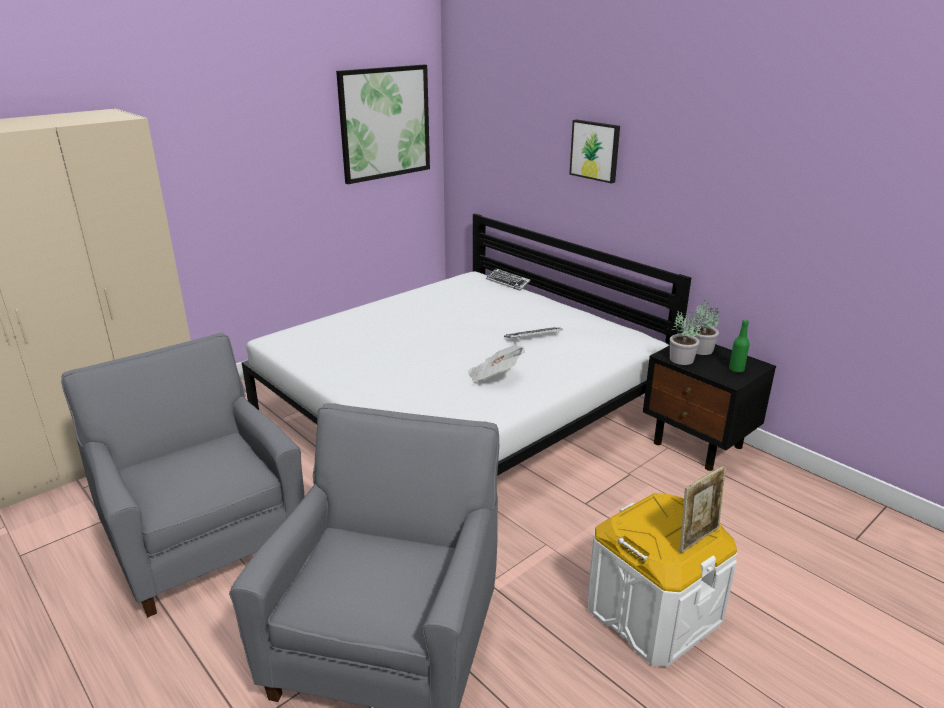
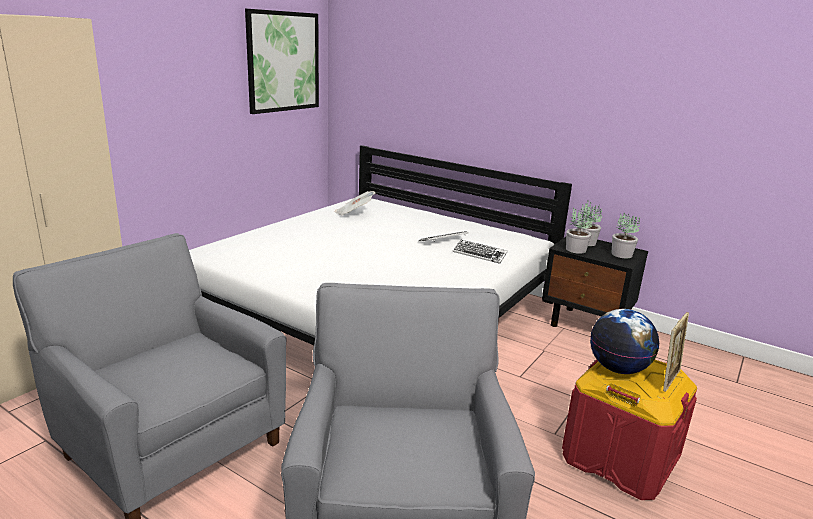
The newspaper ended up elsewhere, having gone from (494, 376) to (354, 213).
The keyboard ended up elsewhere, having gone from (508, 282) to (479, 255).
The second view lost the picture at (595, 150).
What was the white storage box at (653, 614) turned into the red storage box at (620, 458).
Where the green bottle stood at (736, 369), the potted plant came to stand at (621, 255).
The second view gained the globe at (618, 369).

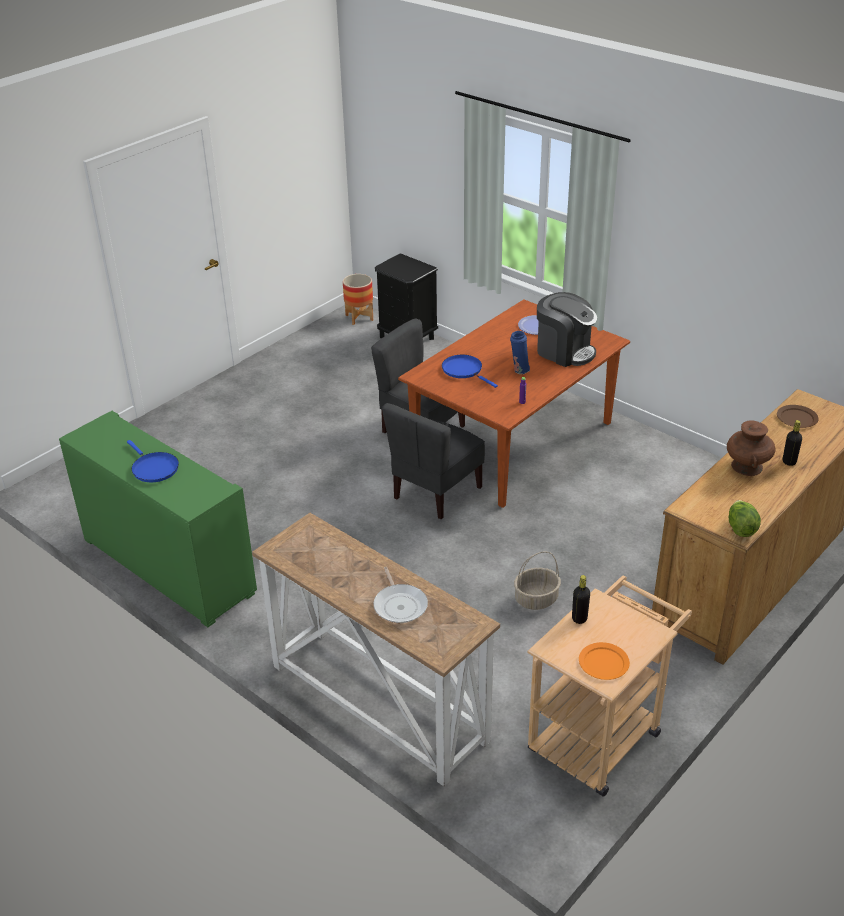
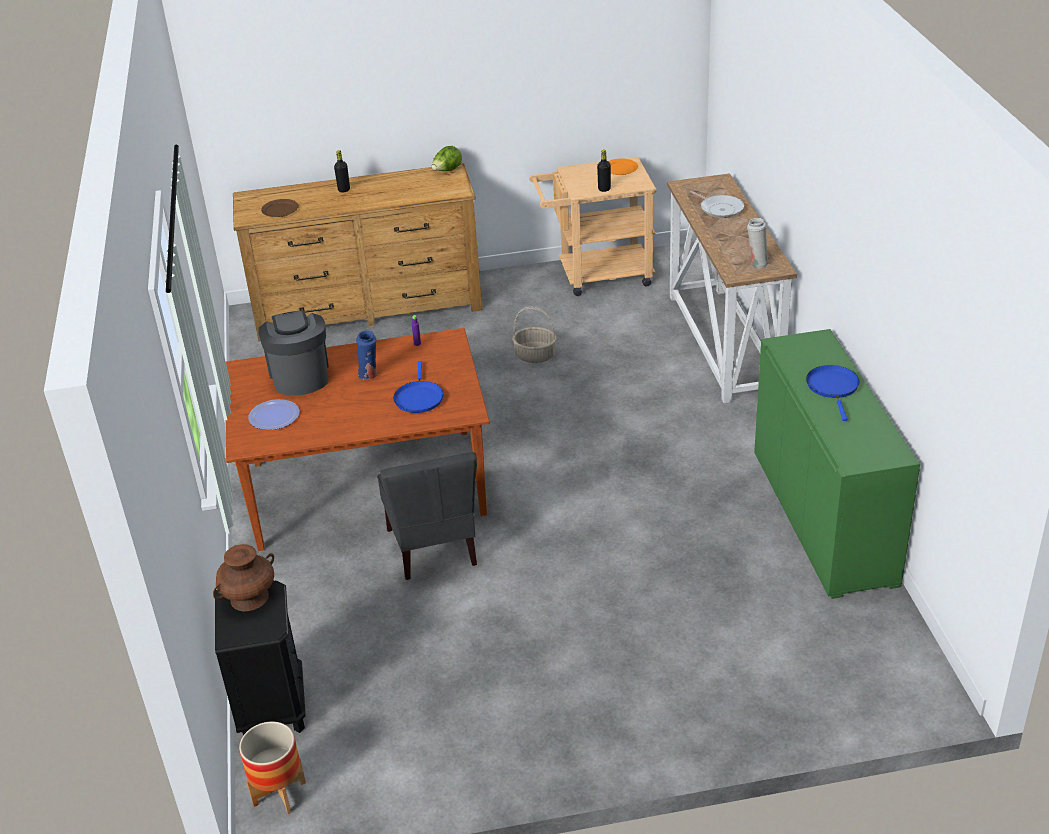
The frying pan at (400, 605) ended up facing another way, 120 degrees clockwise from before.
The second view lost the grey chair at (436, 493).
The brown vase ended up elsewhere, having gone from (747, 466) to (249, 598).
The second view gained the white vase at (757, 263).

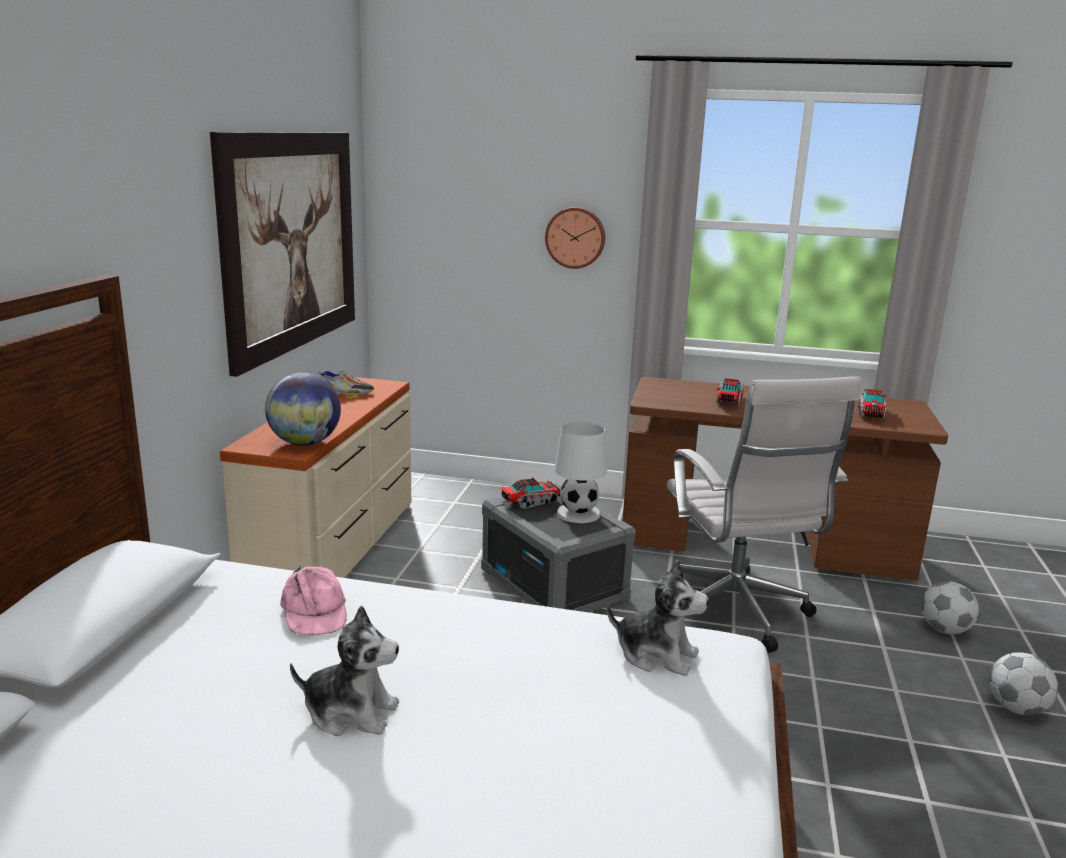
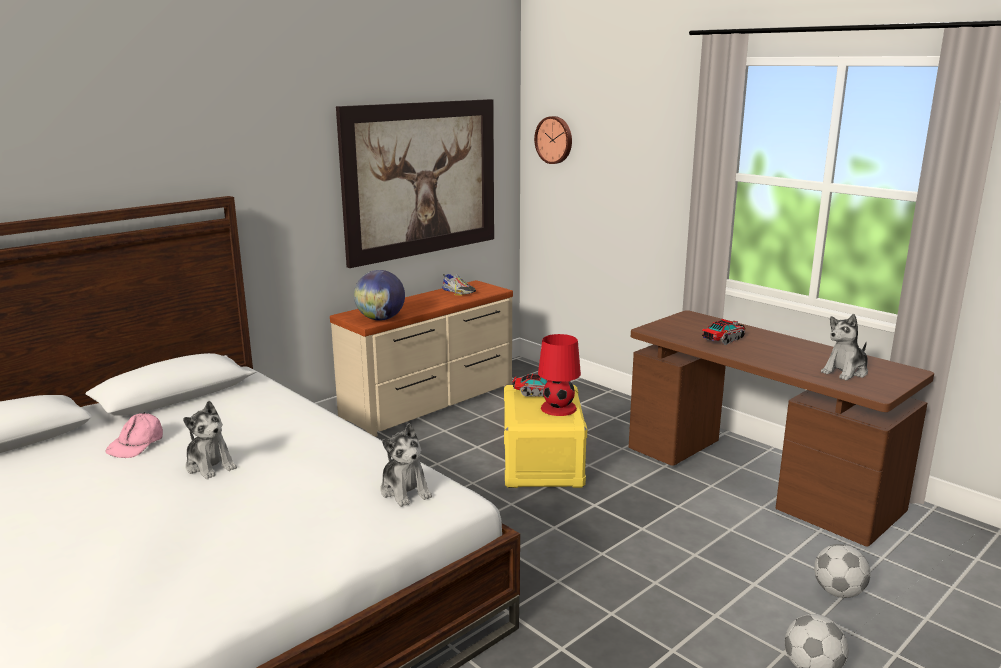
The pink cap ended up elsewhere, having gone from (314, 612) to (137, 443).
What was the grey storage box at (554, 585) turned into the yellow storage box at (543, 463).
The wall clock ended up elsewhere, having gone from (575, 237) to (554, 140).
What was the white table lamp at (578, 514) turned into the red table lamp at (558, 408).
The second view lost the white office chair at (736, 615).
Where the toy truck stood at (870, 413), the plush toy came to stand at (845, 372).

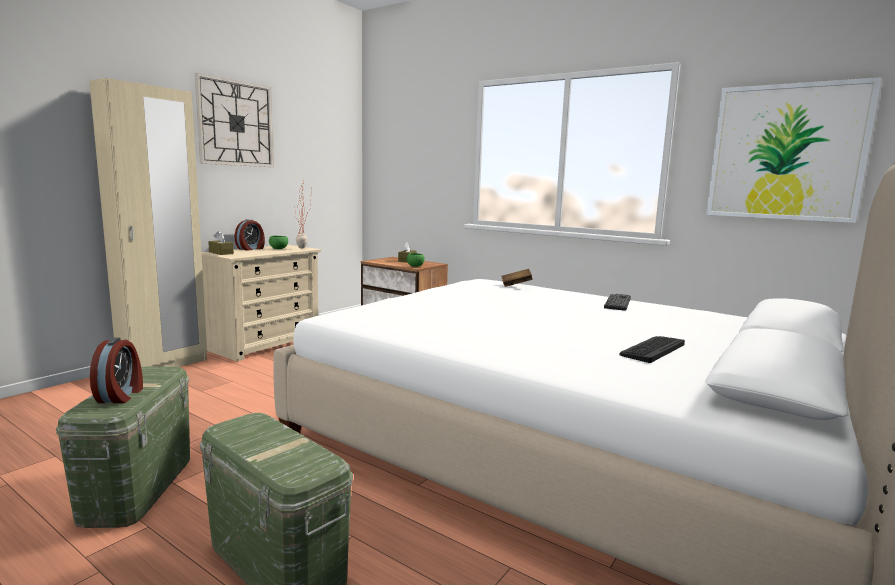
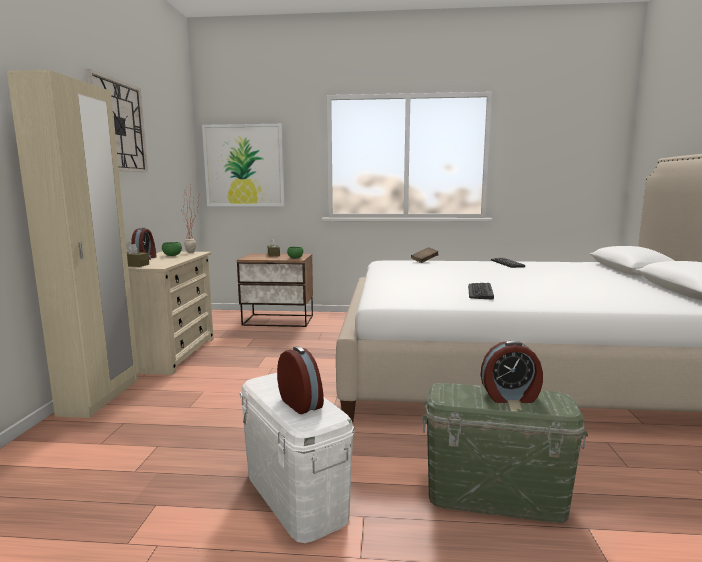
What was the green storage box at (138, 487) turned into the white storage box at (294, 495).
The keyboard ended up elsewhere, having gone from (652, 349) to (480, 291).
The picture ended up elsewhere, having gone from (786, 152) to (244, 166).
The second view gained the alarm clock at (510, 397).

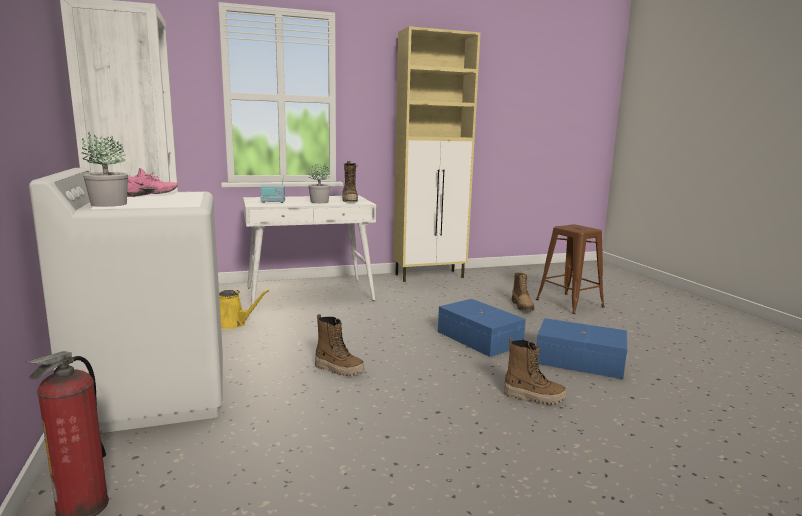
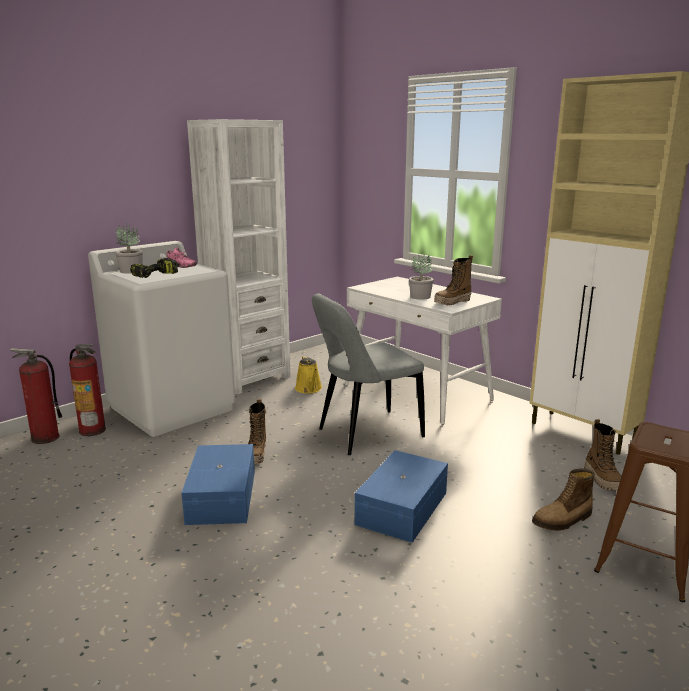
The second view lost the radio at (273, 202).
The boot ended up elsewhere, having gone from (533, 397) to (602, 479).
The blue storage box ended up elsewhere, having gone from (578, 360) to (223, 496).
The second view gained the fire extinguisher at (93, 430).
The second view gained the power drill at (155, 276).
The second view gained the grey chair at (366, 434).

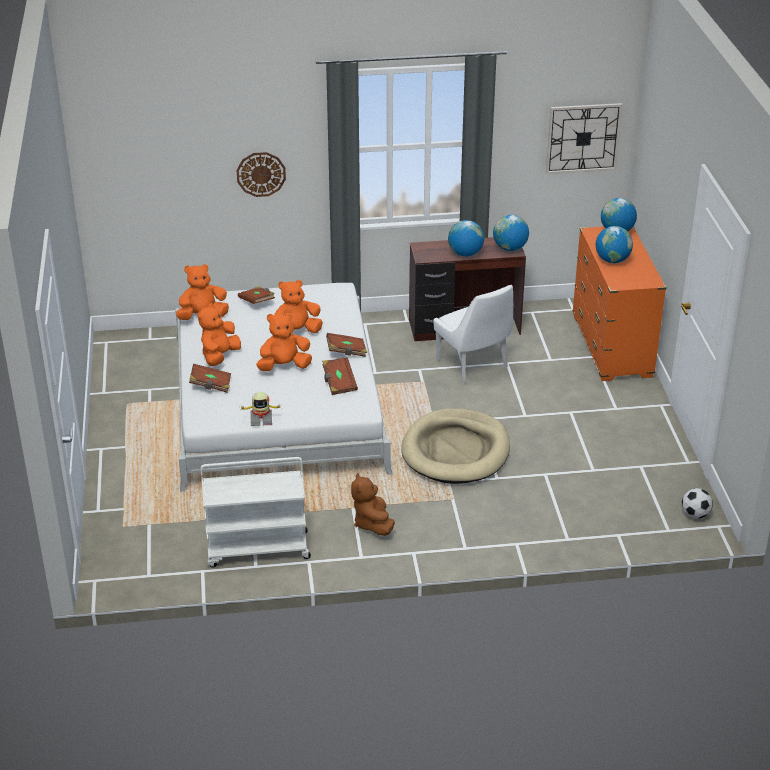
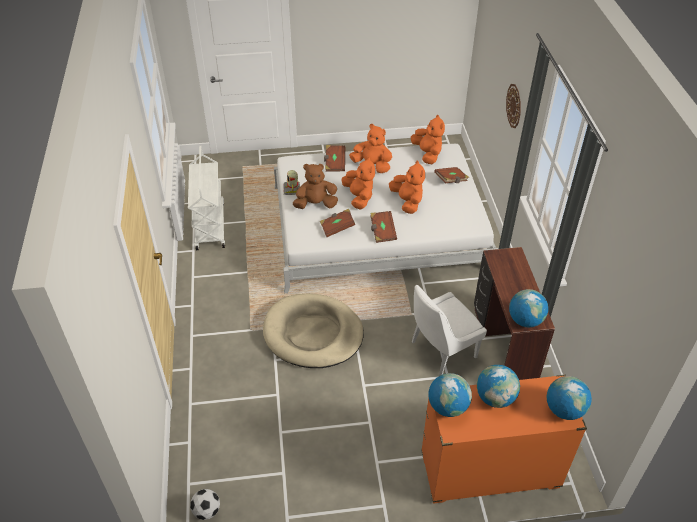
The brown plush toy ended up elsewhere, having gone from (372, 523) to (316, 204).
The globe ended up elsewhere, having gone from (465, 253) to (448, 407).
The second view lost the wall clock at (583, 138).

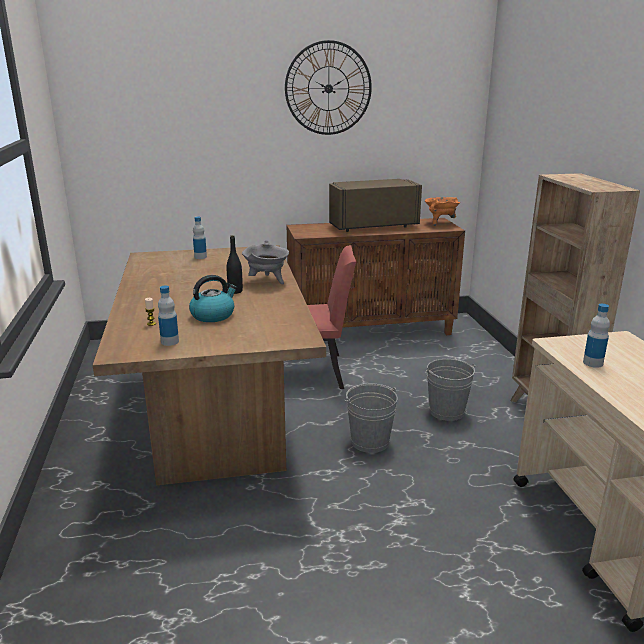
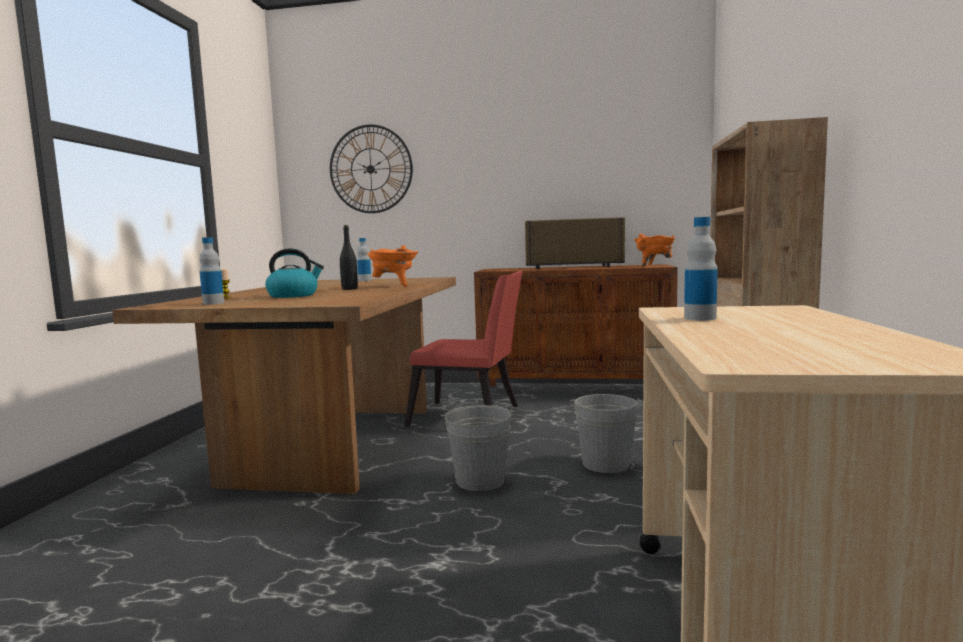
What was the grey cooking pot at (267, 281) turned into the orange cooking pot at (394, 286).
The wall clock ended up elsewhere, having gone from (328, 88) to (370, 169).

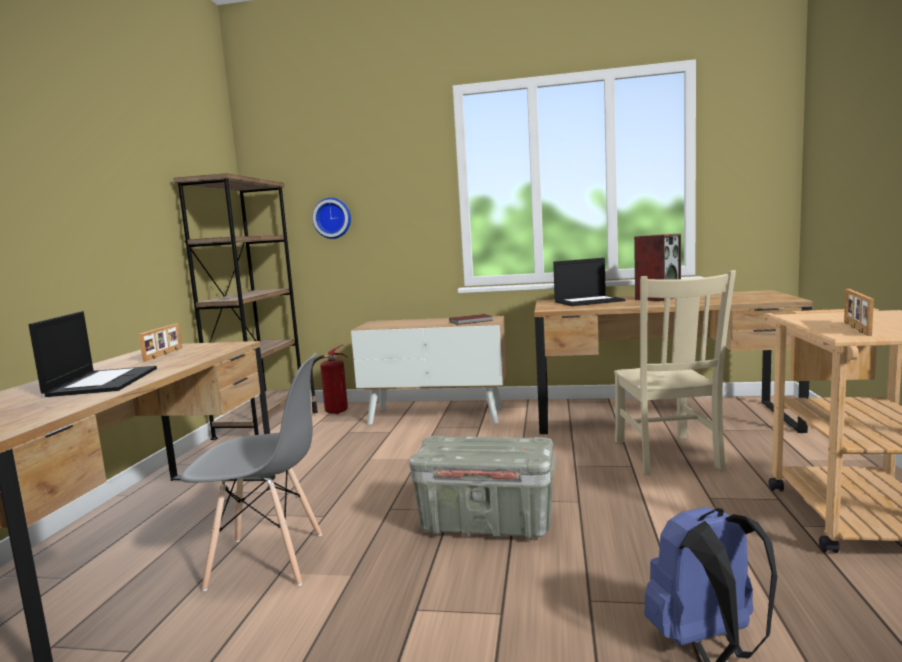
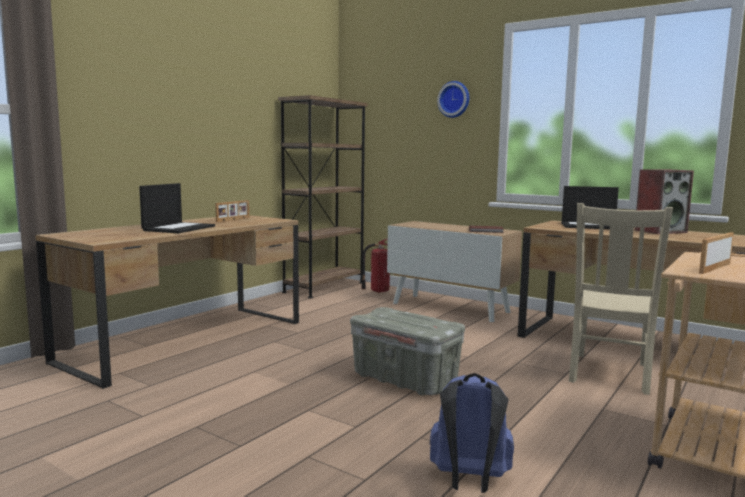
The second view lost the grey chair at (268, 561).
The wall clock ended up elsewhere, having gone from (332, 218) to (454, 99).

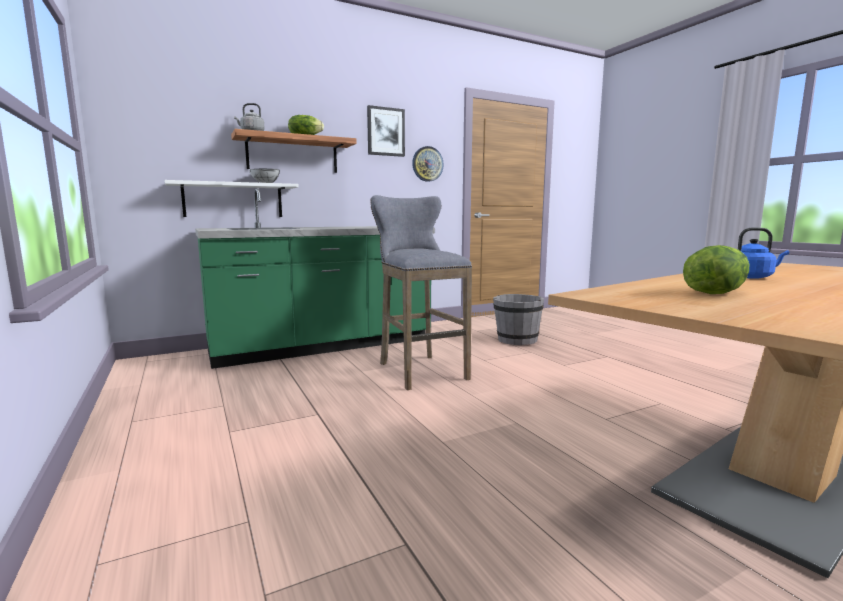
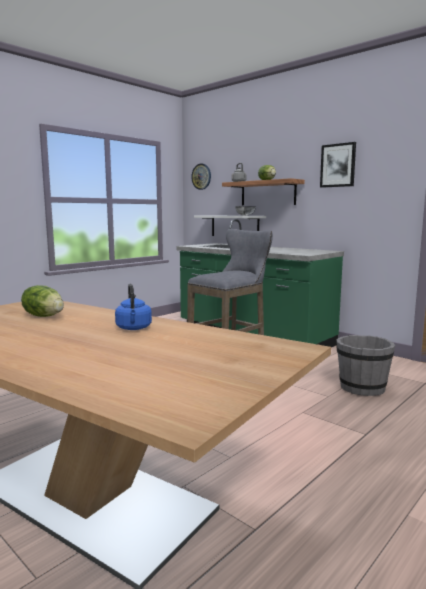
The wall clock ended up elsewhere, having gone from (427, 164) to (201, 176).

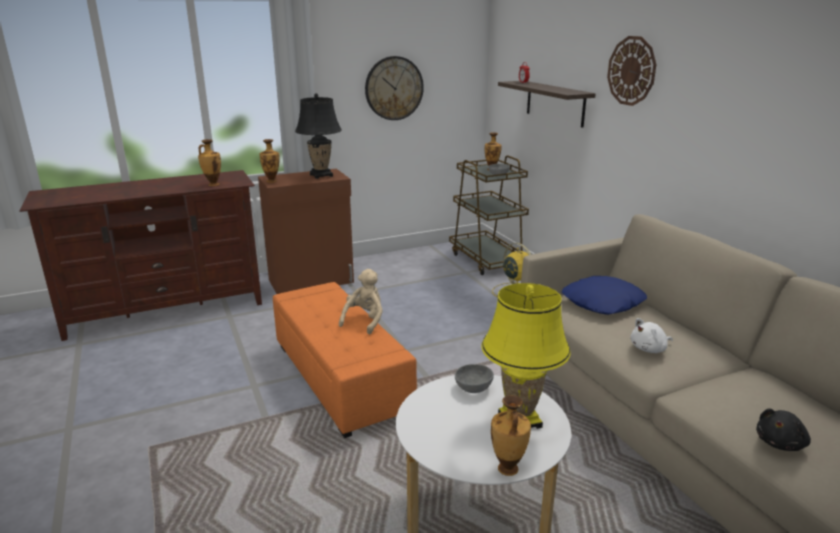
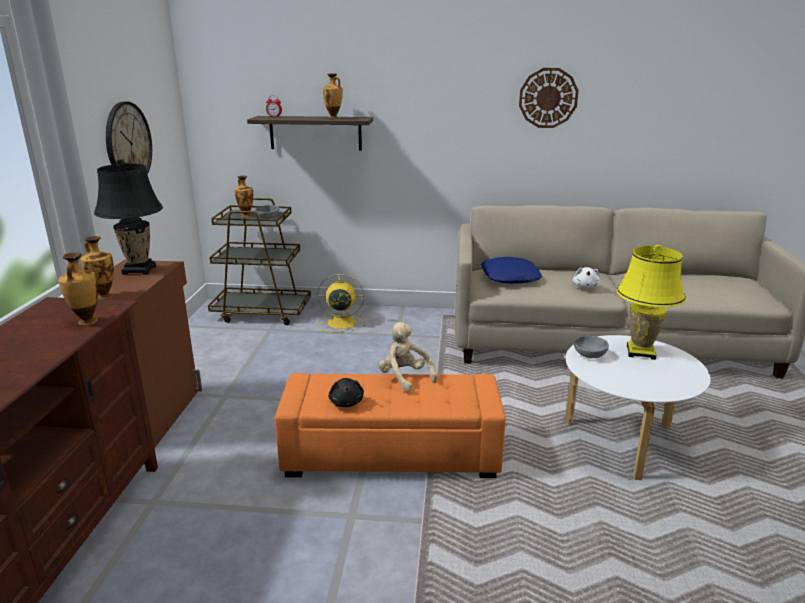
The vase ended up elsewhere, having gone from (507, 470) to (333, 118).
The wall clock ended up elsewhere, having gone from (631, 71) to (548, 98).
The black plush toy ended up elsewhere, having gone from (780, 443) to (346, 402).

